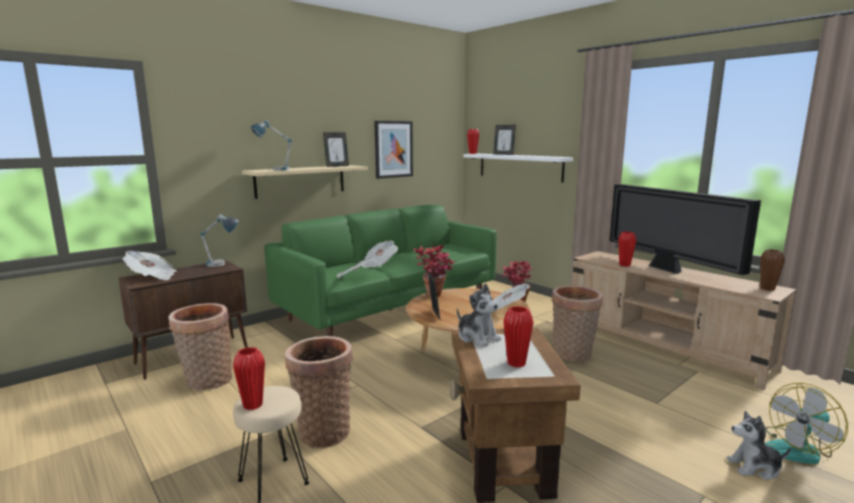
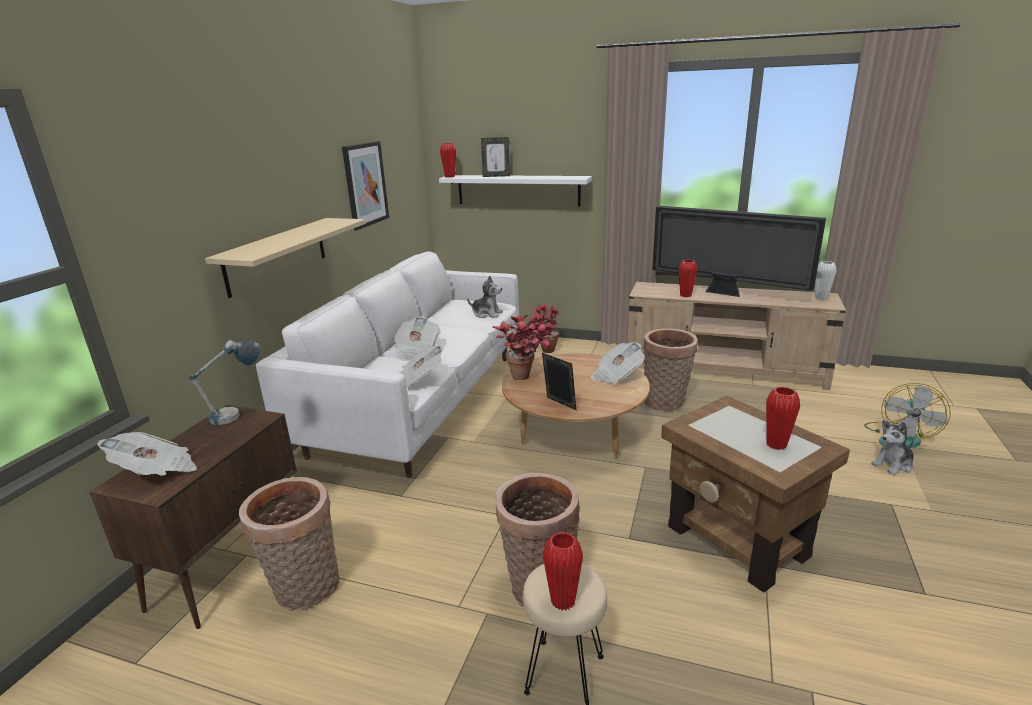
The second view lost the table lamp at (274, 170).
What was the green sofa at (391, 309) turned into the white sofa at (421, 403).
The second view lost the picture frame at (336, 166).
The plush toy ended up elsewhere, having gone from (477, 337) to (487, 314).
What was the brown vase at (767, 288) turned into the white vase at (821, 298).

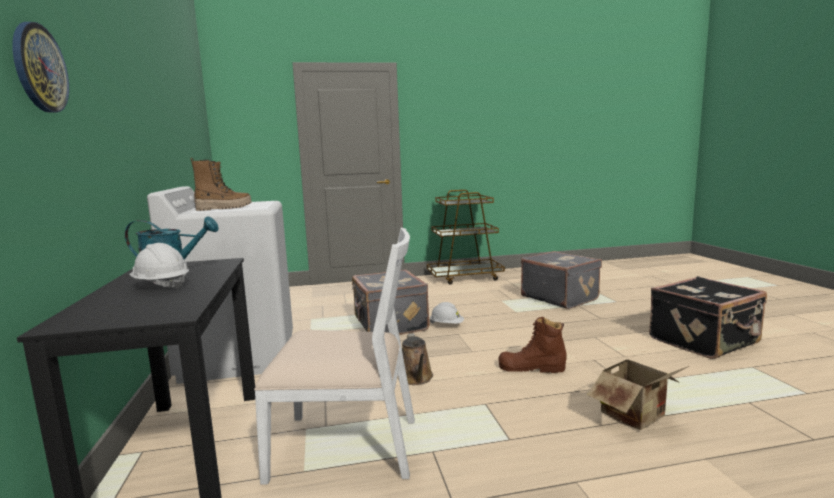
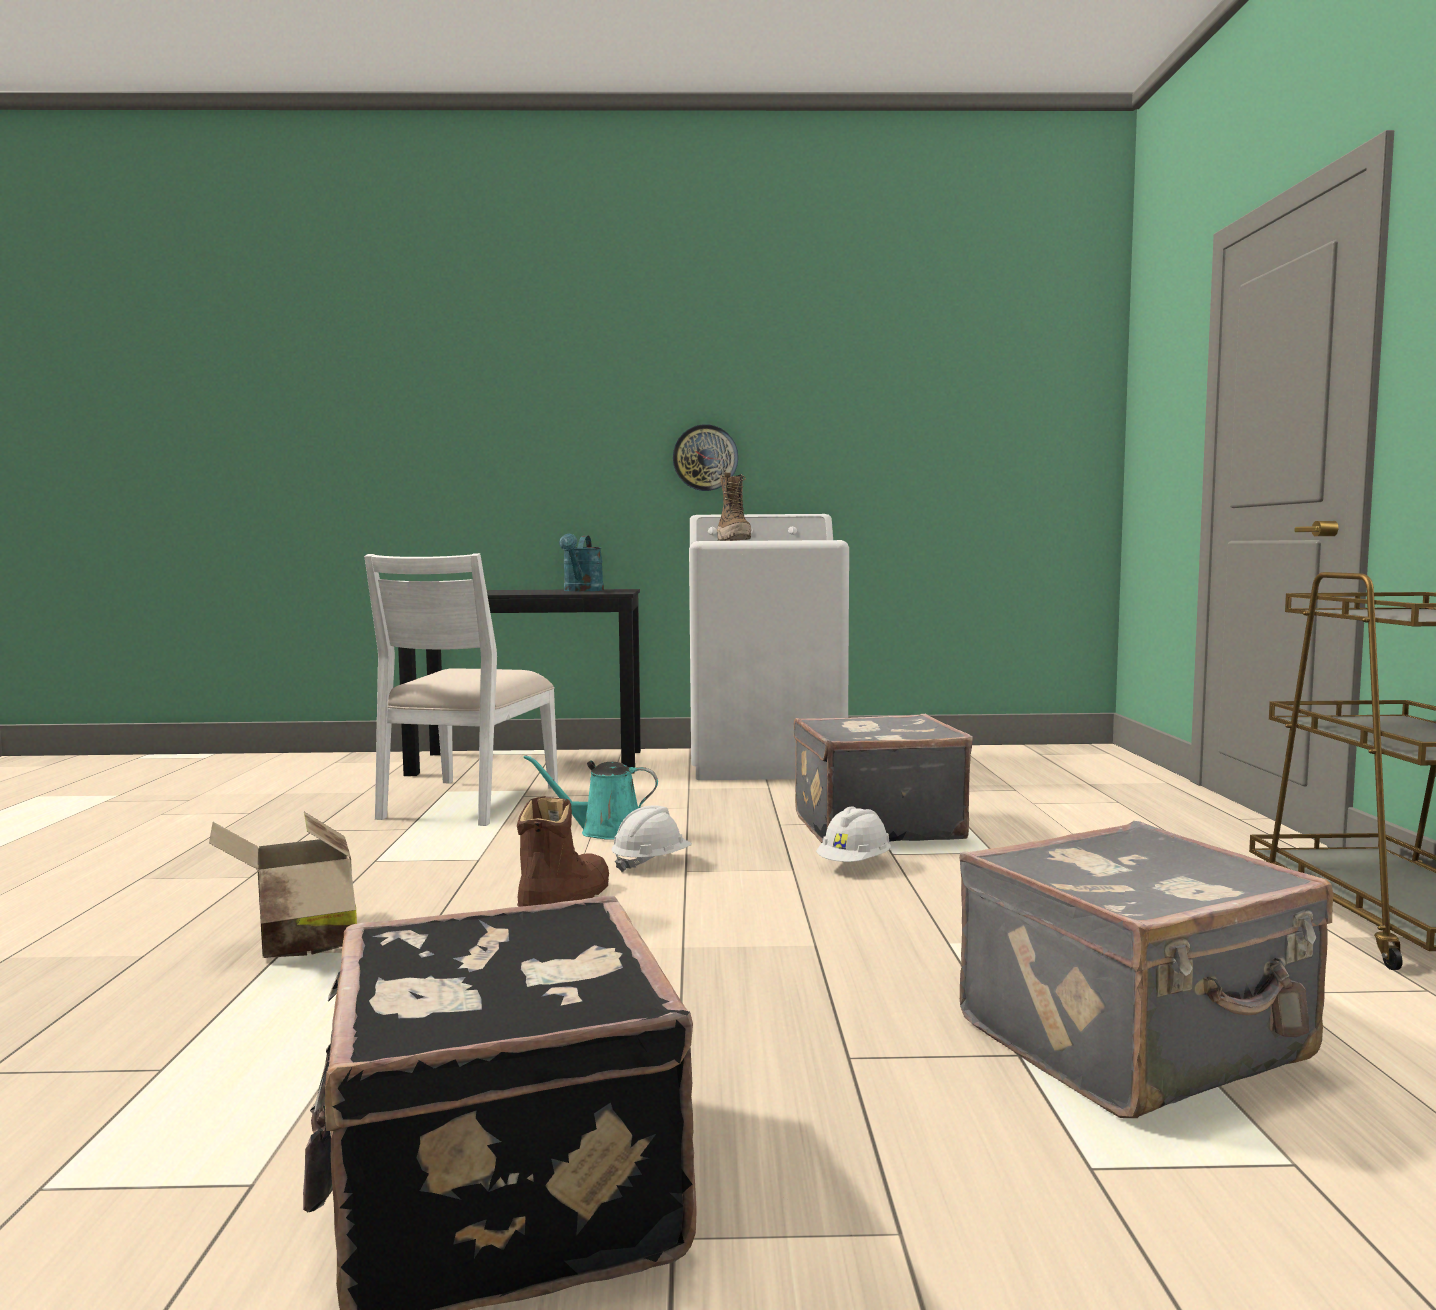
The wall clock ended up elsewhere, having gone from (39, 68) to (705, 458).
The white hard hat ended up elsewhere, having gone from (161, 285) to (651, 863).
What was the brown watering can at (416, 378) turned into the turquoise watering can at (604, 832).

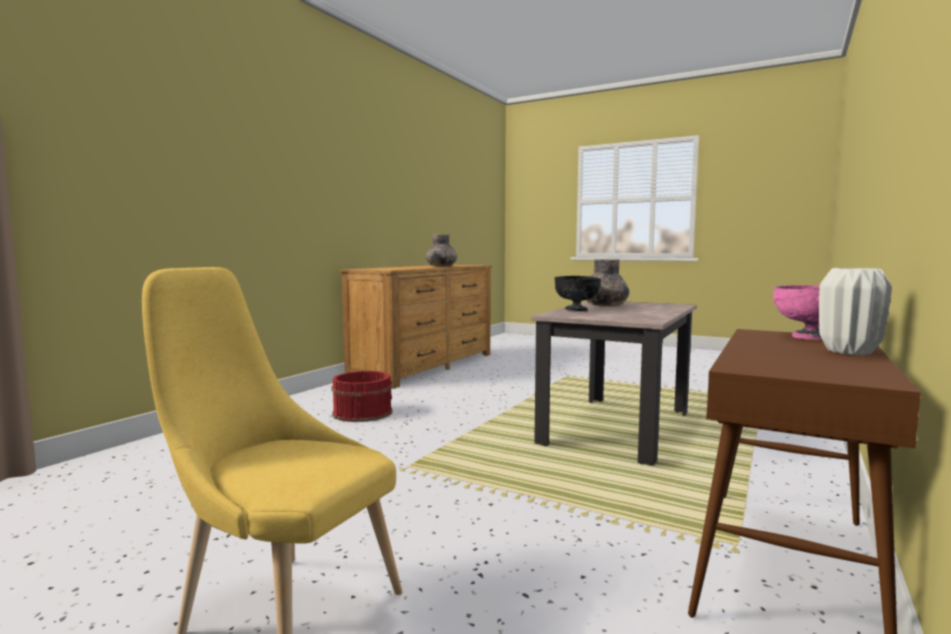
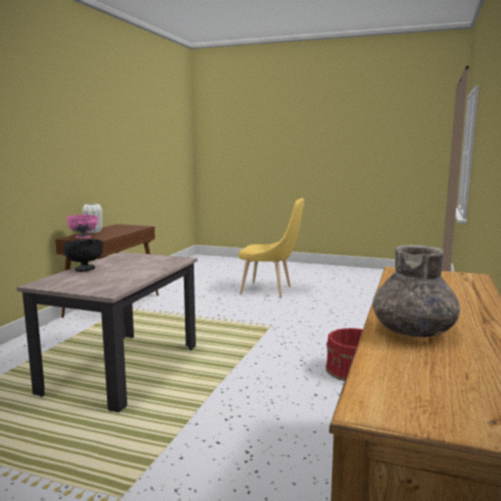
The black bowl ended up elsewhere, having gone from (576, 310) to (85, 269).
The second view lost the grey vase at (604, 306).

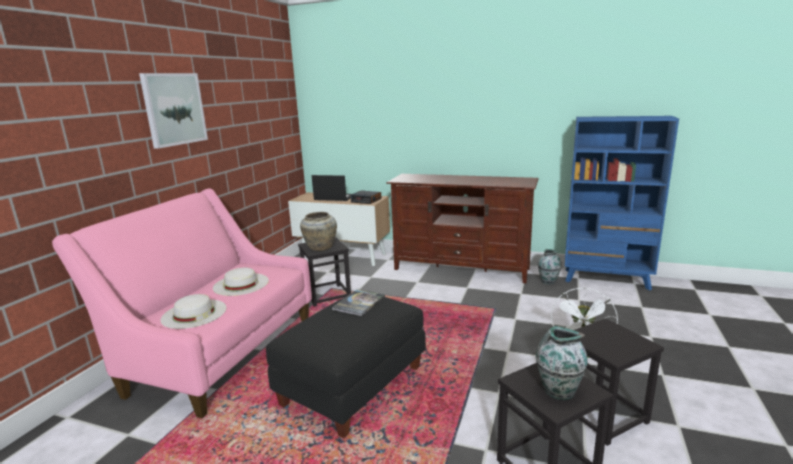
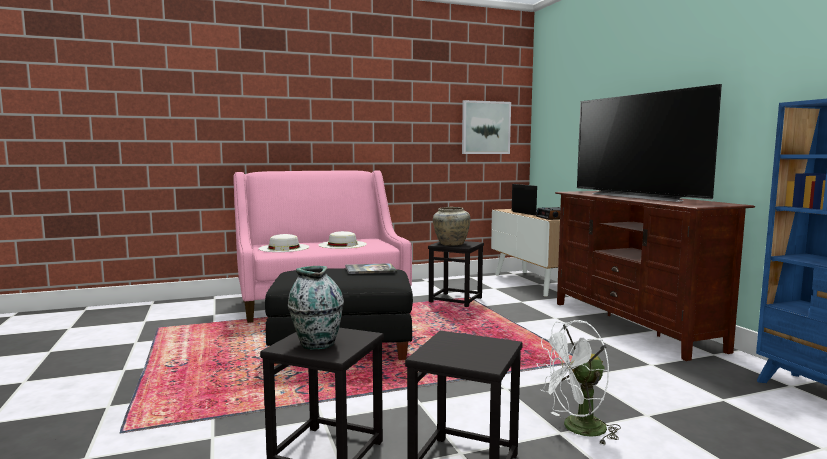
The picture ended up elsewhere, having gone from (174, 109) to (485, 127).
The second view lost the vase at (548, 281).
The second view gained the television at (640, 196).

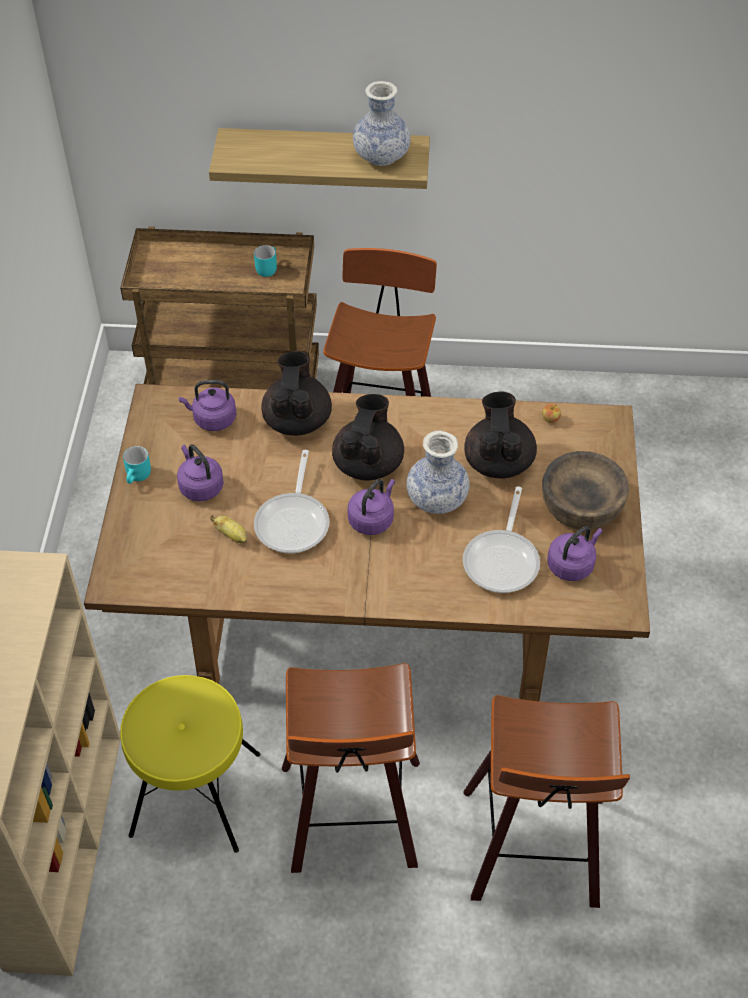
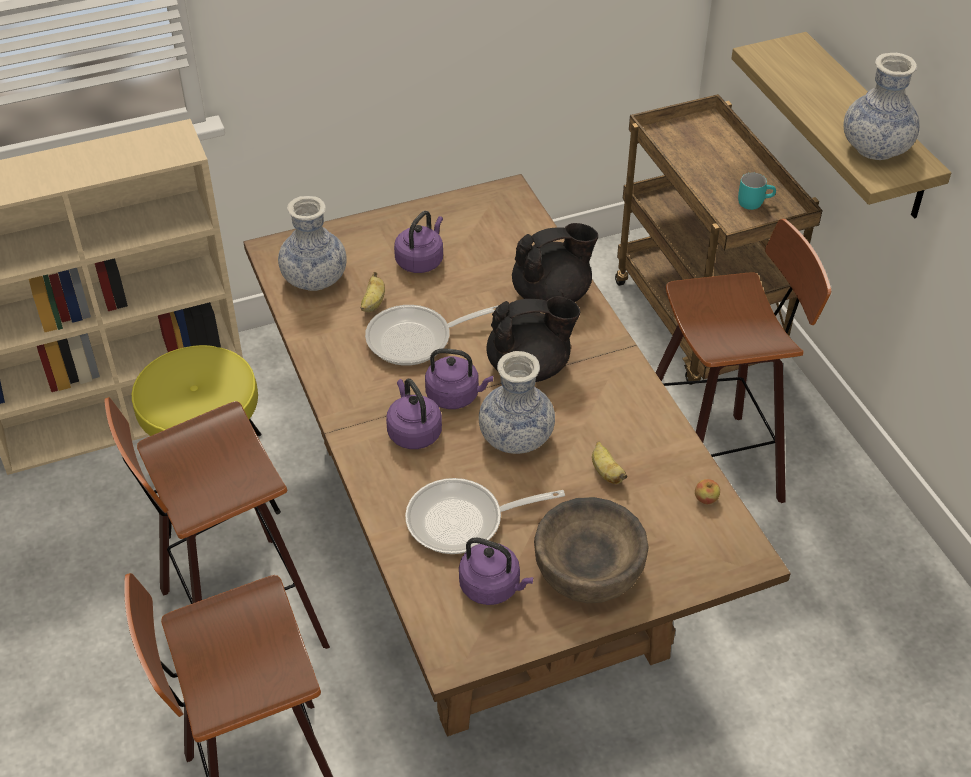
The second view lost the turquoise mug at (139, 476).
The purple kettle ended up elsewhere, having gone from (212, 419) to (413, 432).
Where the black teapot stood at (498, 461), the banana came to stand at (606, 472).
The second view gained the vase at (314, 279).

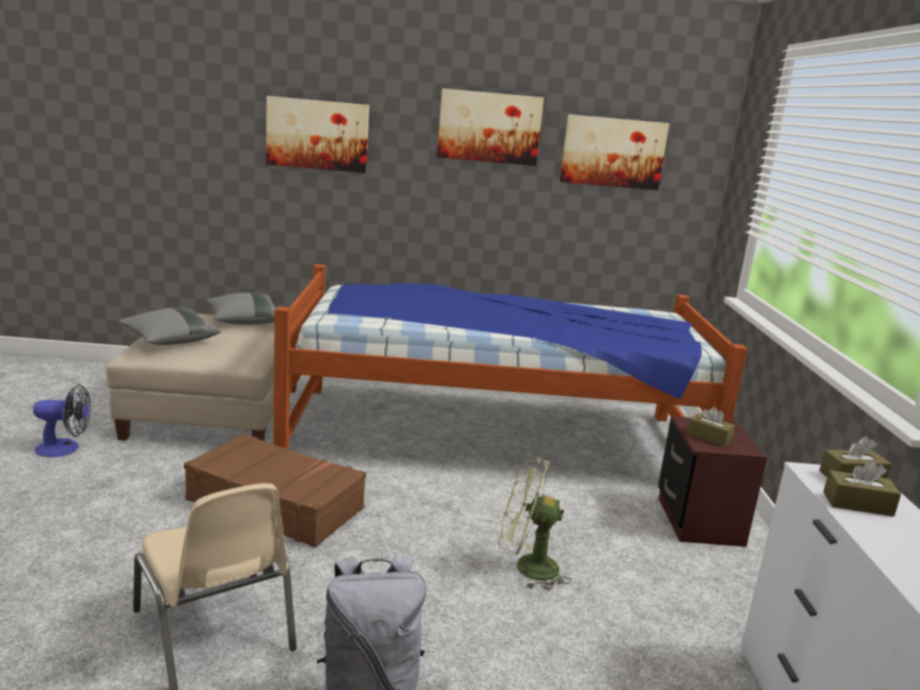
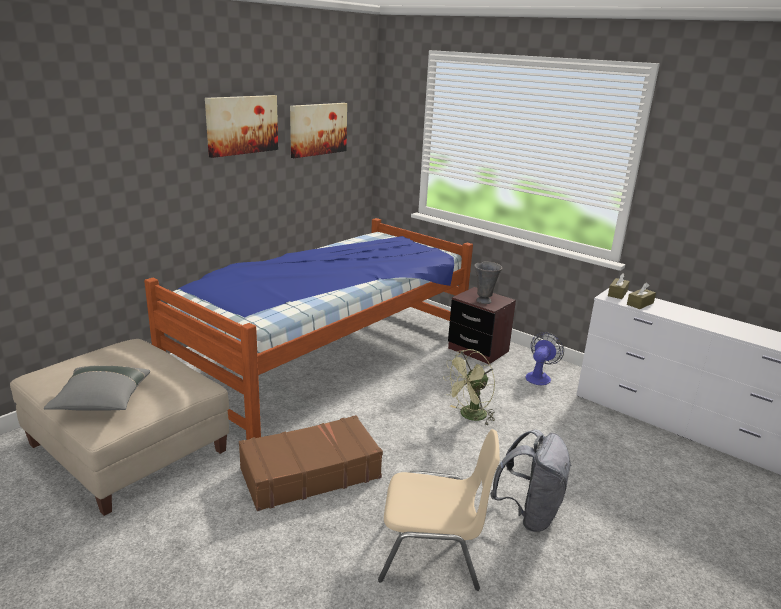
The fan ended up elsewhere, having gone from (65, 448) to (539, 376).
The second view lost the grey pillow at (244, 322).
The second view lost the picture at (317, 134).
Where the brown tissue box stood at (709, 437), the grey vase came to stand at (484, 301).

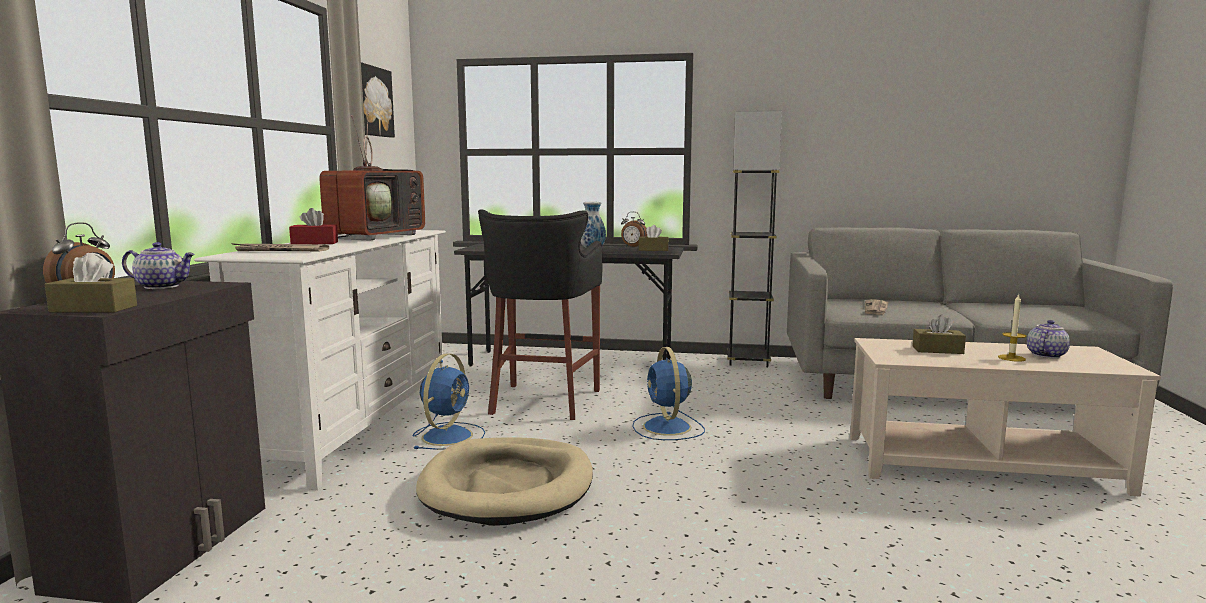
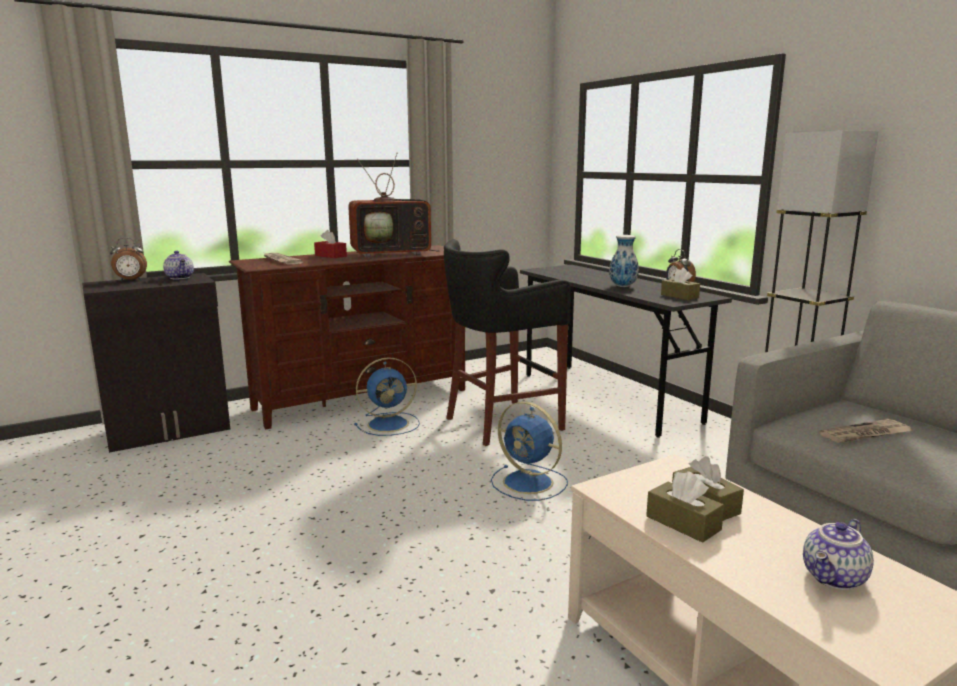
The brown tissue box ended up elsewhere, having gone from (94, 309) to (683, 523).
What was the white tv stand at (355, 428) turned into the brown tv stand at (362, 399).
The second view lost the picture at (371, 101).
The second view lost the beige dog bed at (508, 486).
The blue fan at (667, 428) ended up facing another way, 90 degrees counterclockwise from before.
The second view lost the candle at (1011, 358).
The teapot at (1045, 355) ended up facing another way, 135 degrees clockwise from before.

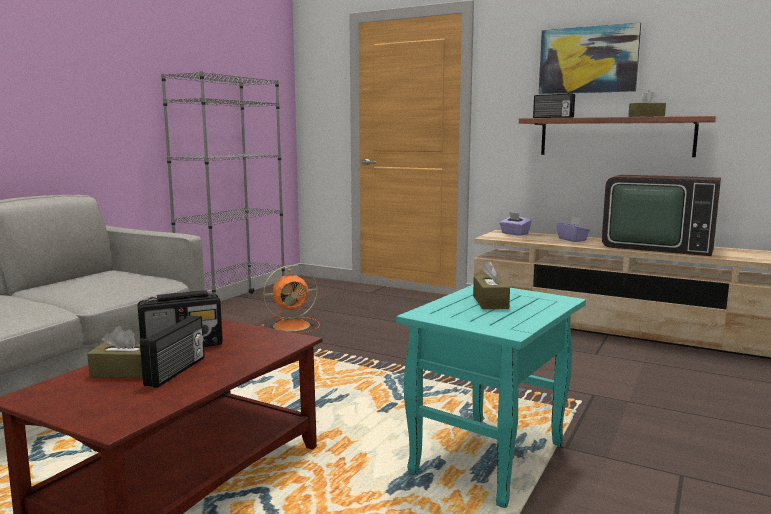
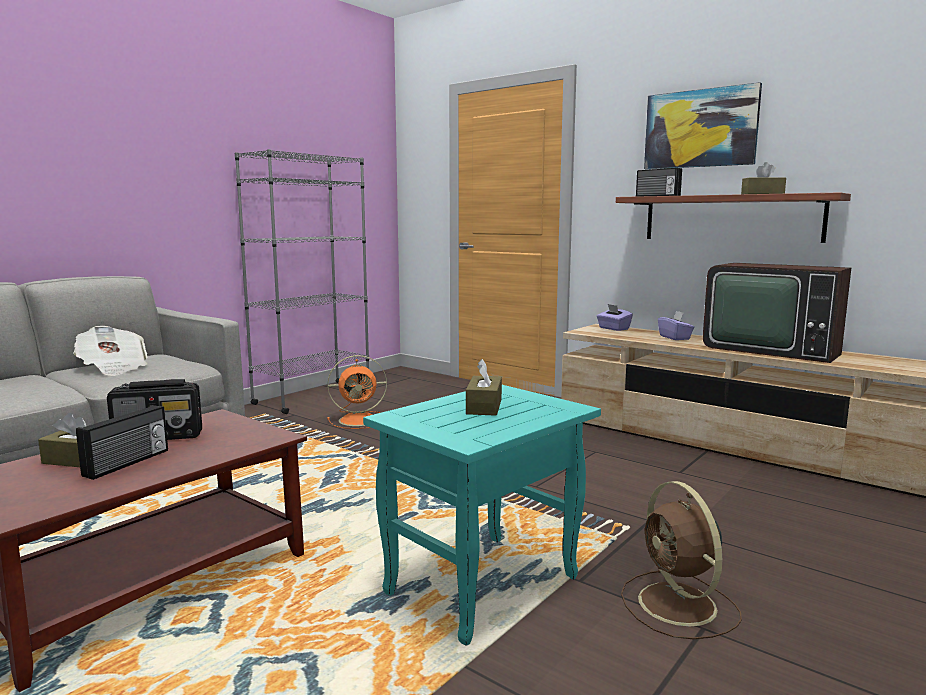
The second view gained the newspaper at (113, 368).
The second view gained the brown fan at (679, 606).

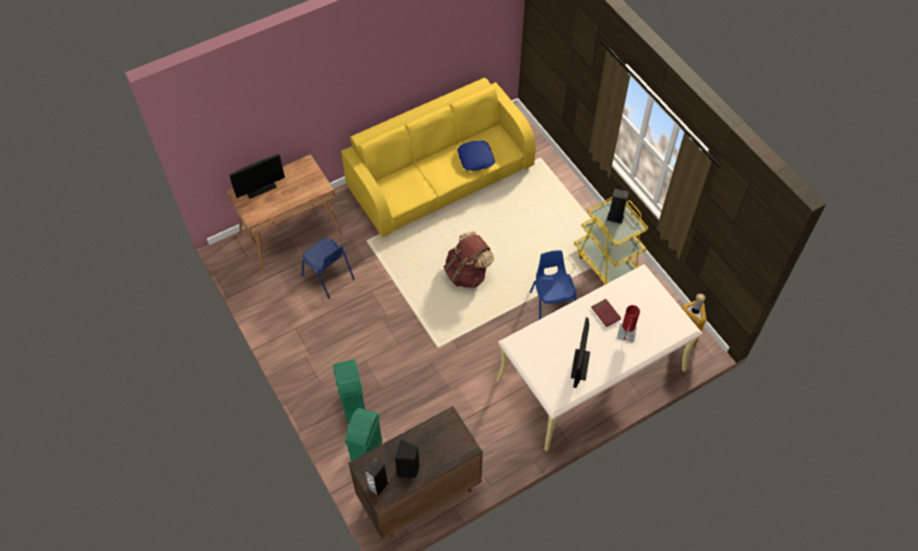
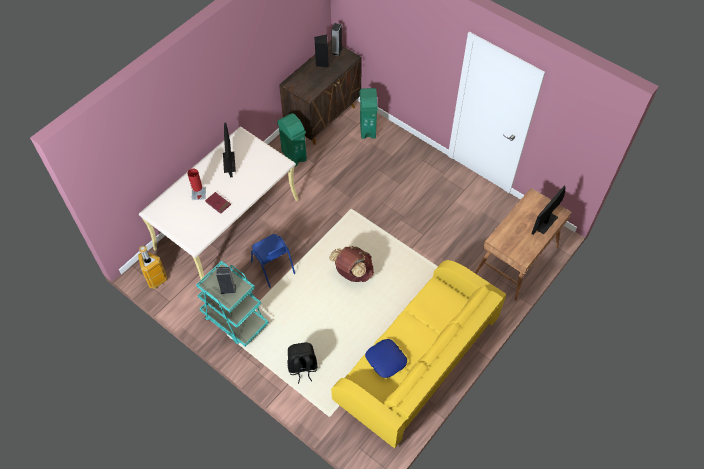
The second view lost the blue chair at (328, 277).
The green trash can ended up elsewhere, having gone from (353, 406) to (294, 155).
What was the yellow cart at (607, 264) turned into the turquoise cart at (234, 319).
The second view gained the black backpack at (302, 368).

